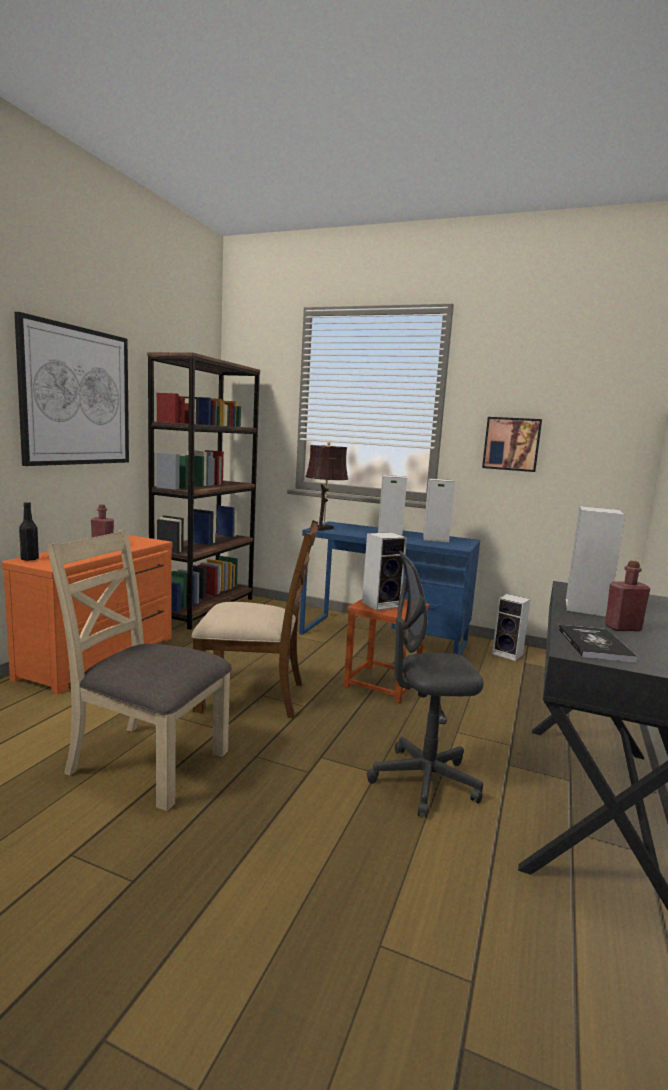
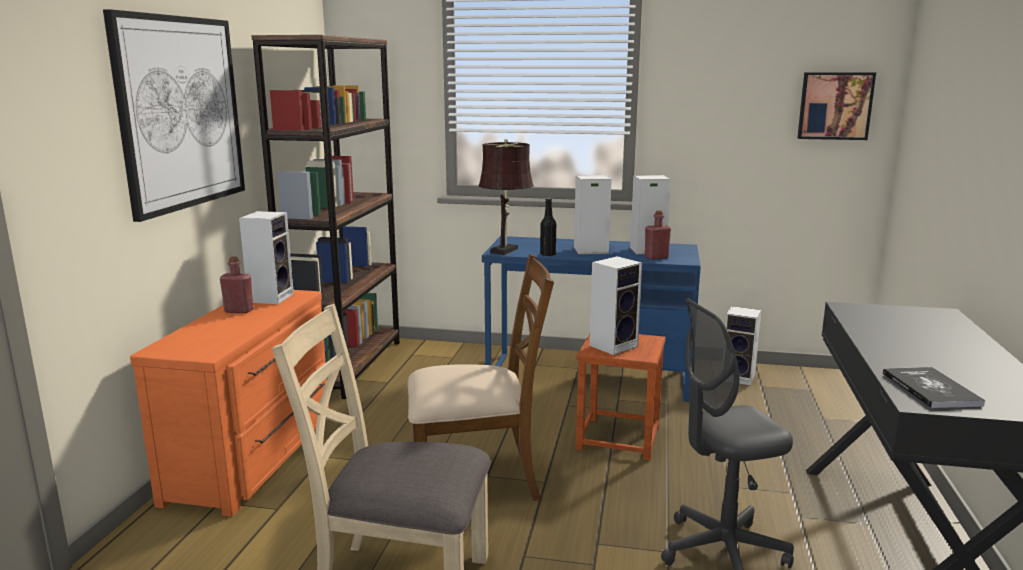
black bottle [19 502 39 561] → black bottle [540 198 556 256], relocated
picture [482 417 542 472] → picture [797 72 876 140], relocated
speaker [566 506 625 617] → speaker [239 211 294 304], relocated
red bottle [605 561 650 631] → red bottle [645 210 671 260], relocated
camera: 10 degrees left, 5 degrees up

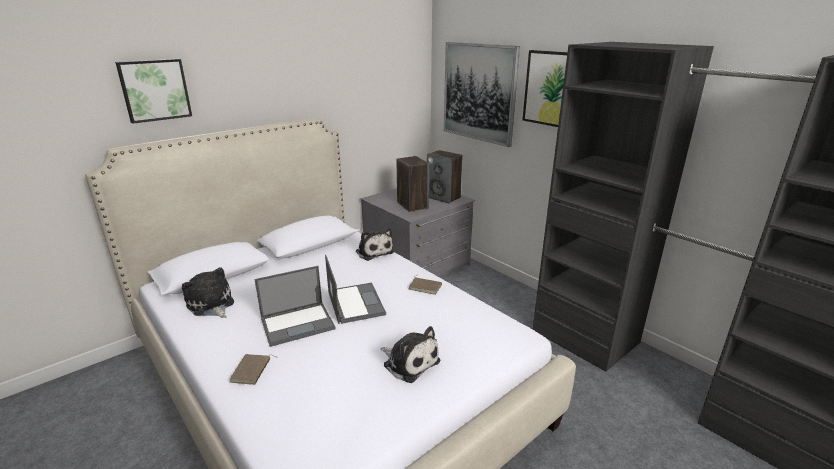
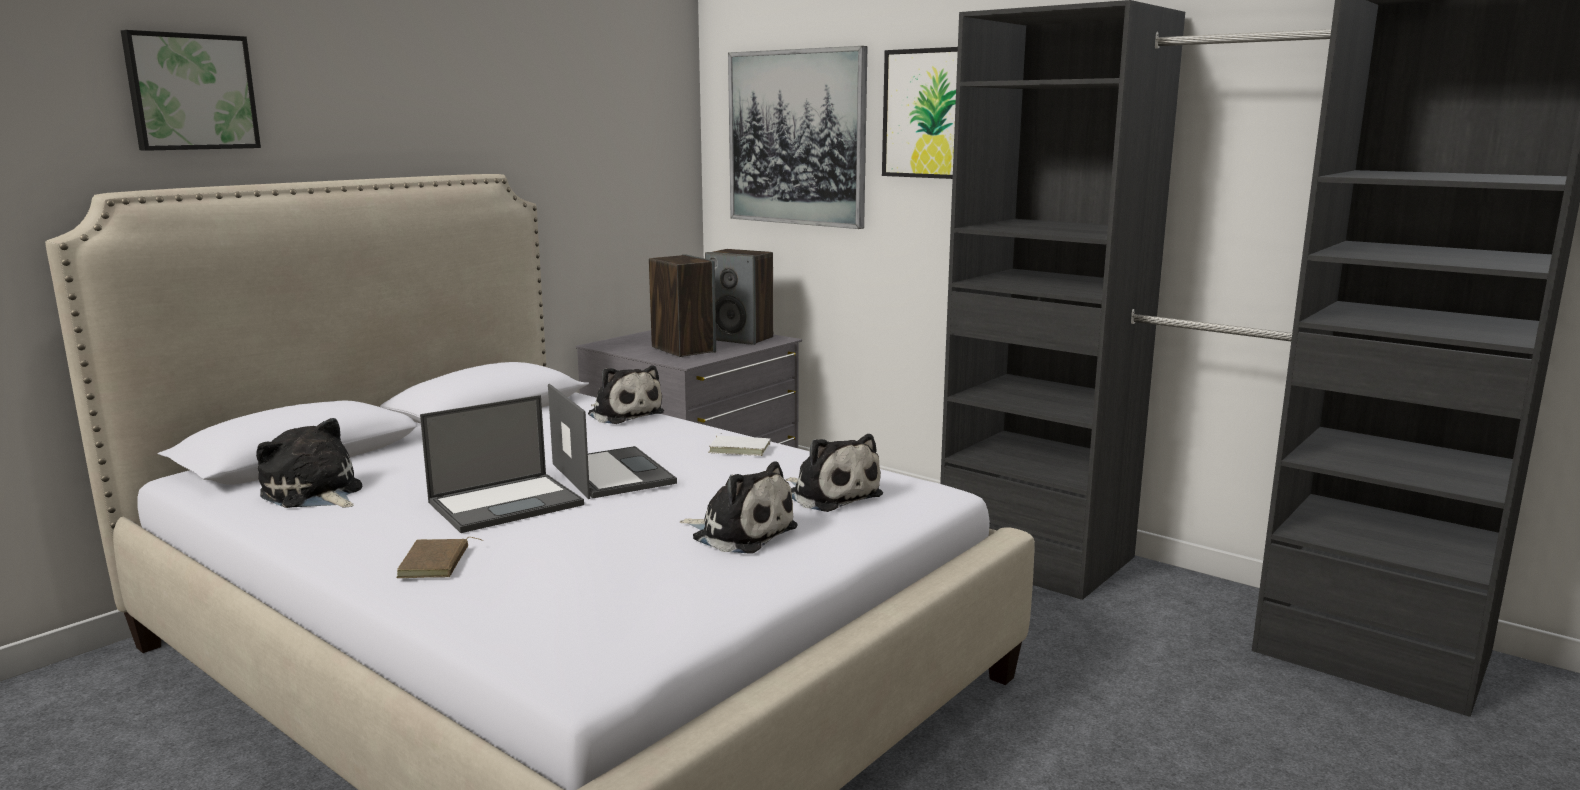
- → plush toy [786 434 883 512]
brown book [409 275 442 295] → white book [709 433 770 456]
camera: 10 degrees left, 10 degrees down

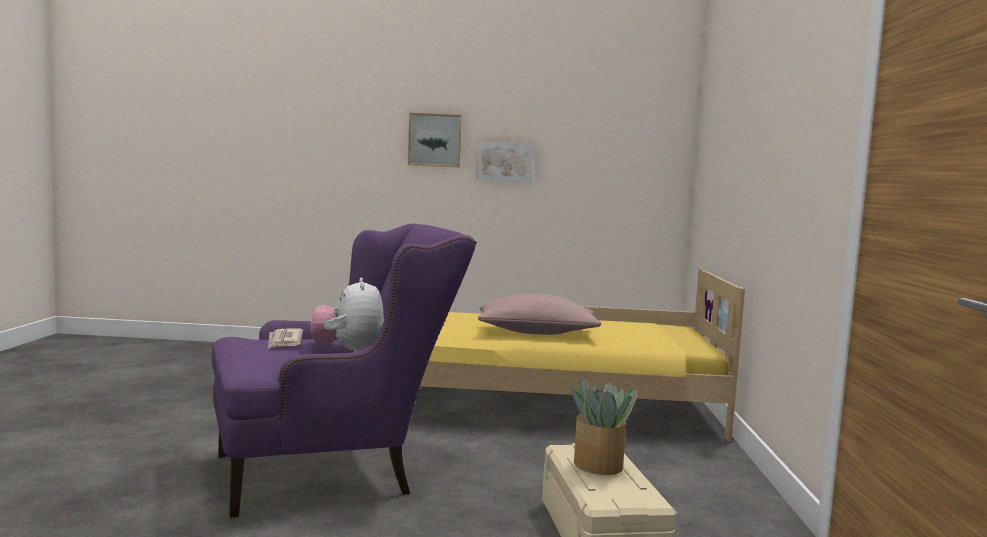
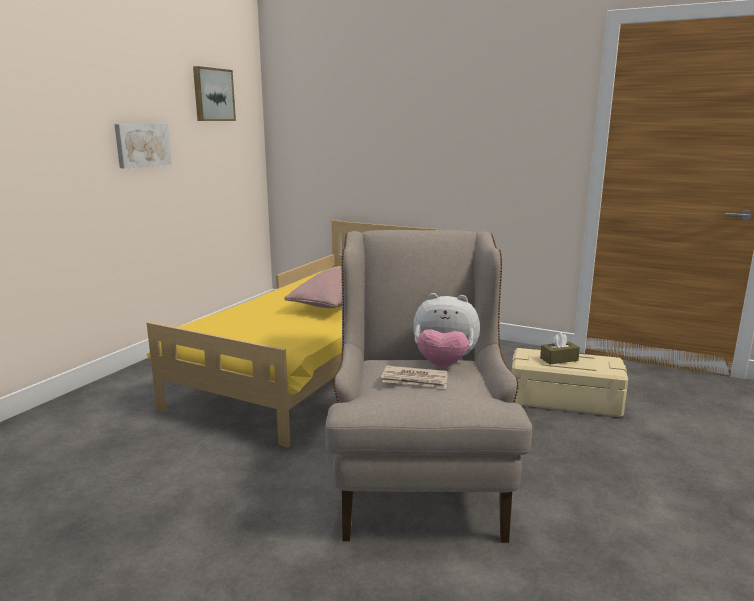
picture [408 113 462 167] → picture [193 66 236 121], relocated
potted plant [571 378 637 475] → brown tissue box [540 332 580 364]
purple armchair [212 224 477 518] → beige armchair [325 230 532 543]
camera: 65 degrees left, 10 degrees up

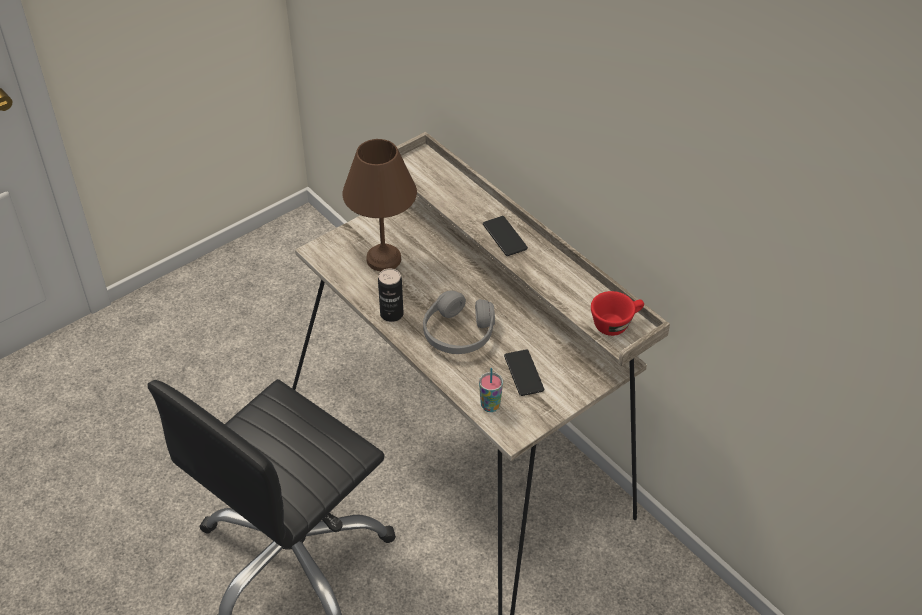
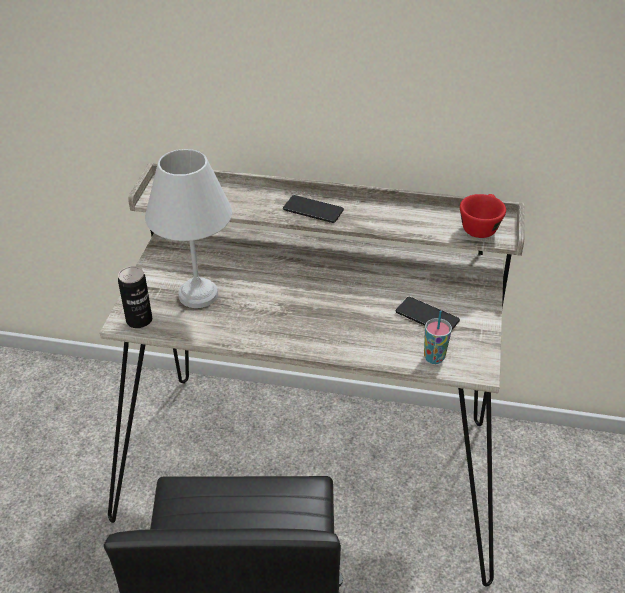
grey headphones [423 290 495 354] → -
can [378 268 403 322] → can [118 266 152 328], relocated
brown table lamp [343 139 417 271] → white table lamp [145 149 232 308]
camera: 40 degrees left, 5 degrees down

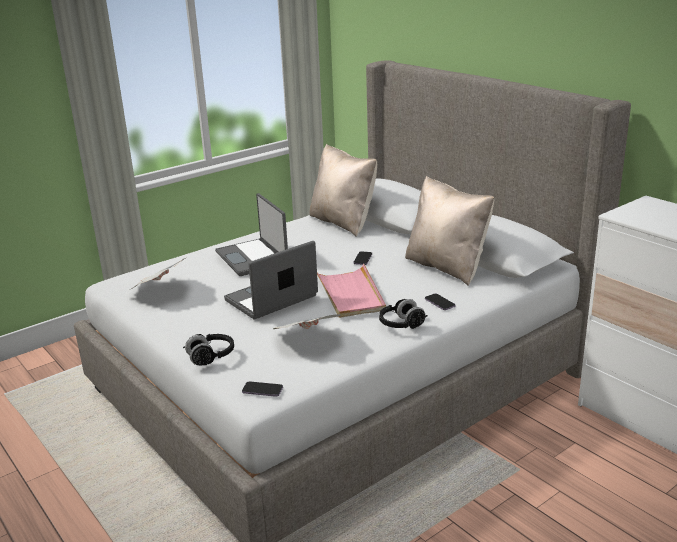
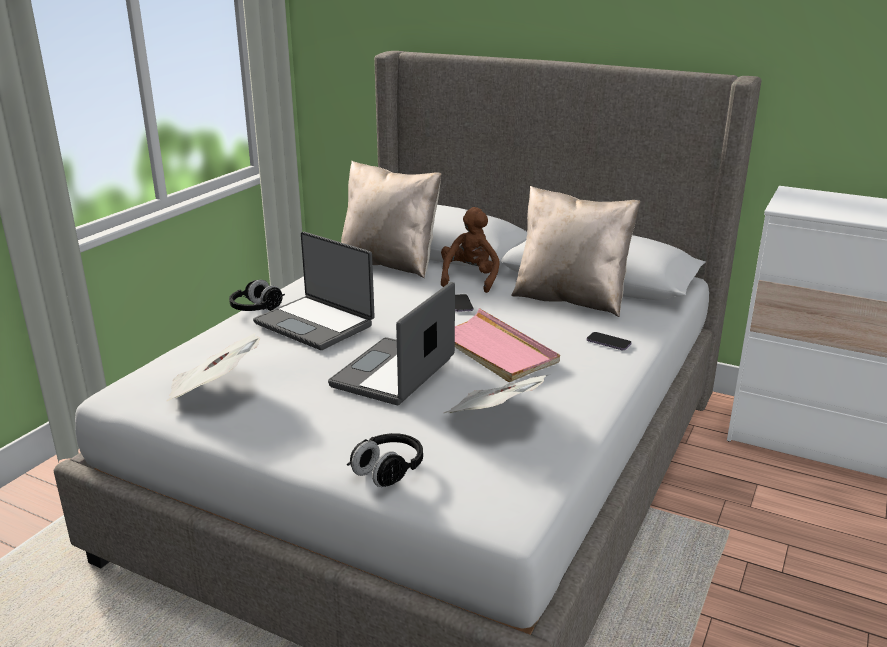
phone [242 381 283 397] → -
- → brown plush toy [441 207 500 293]
black headphones [379 299 428 329] → black headphones [229 280 285 311], relocated
camera: 25 degrees left, 0 degrees up

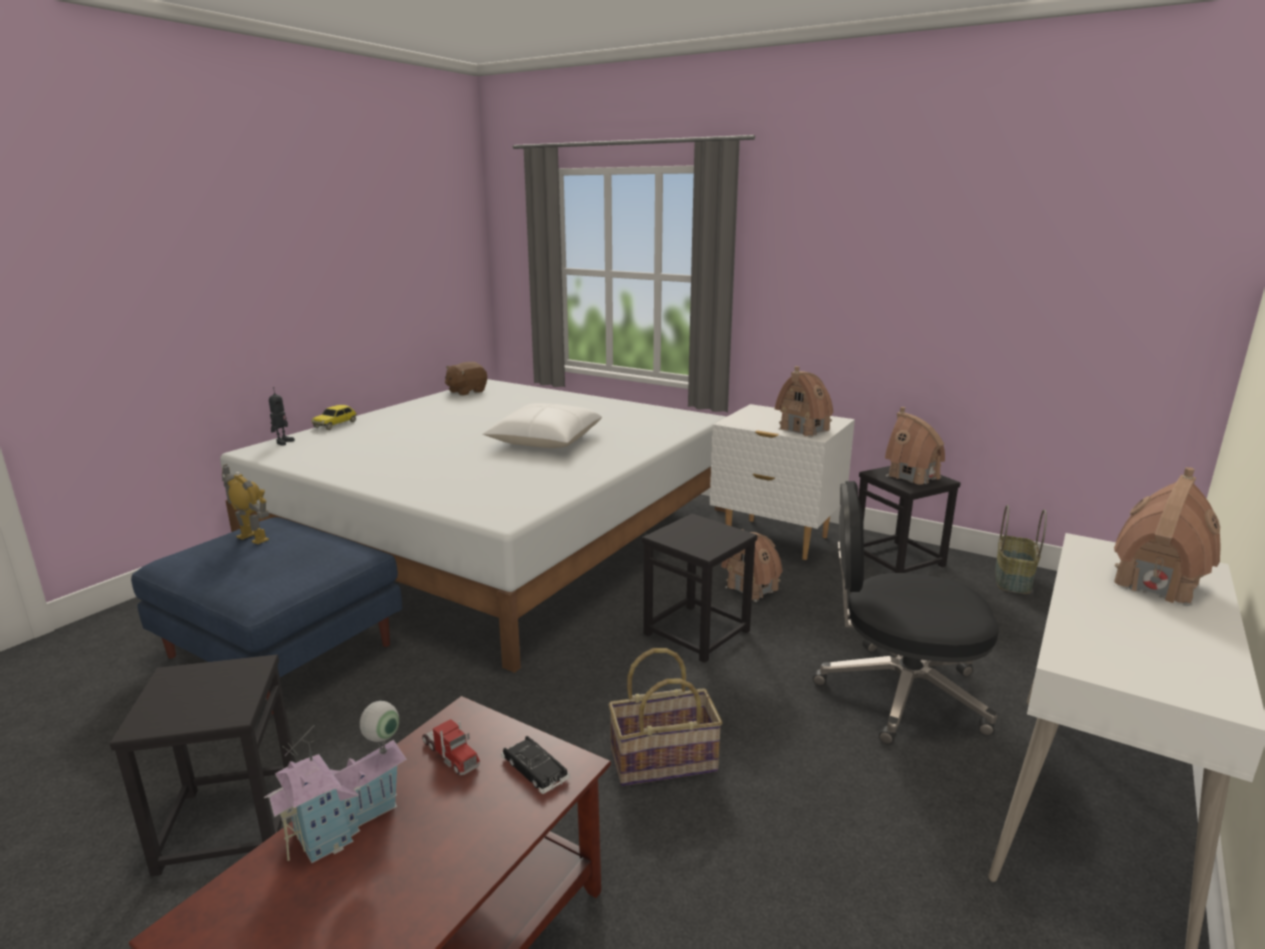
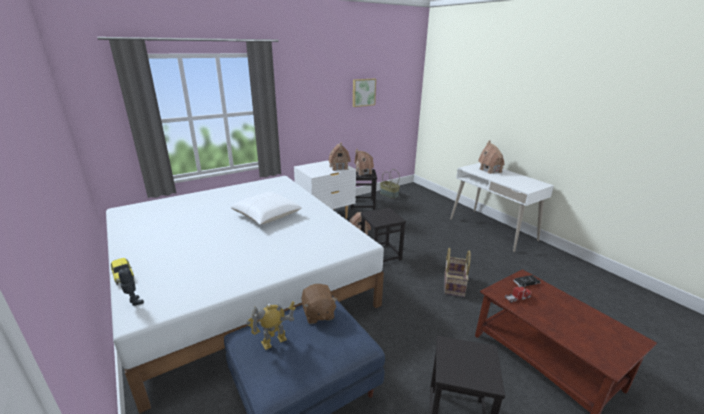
toy house [264 701 407 863] → -
black office chair [813 481 999 744] → -
- → picture [353 78 376 107]
brown plush toy [445 362 487 396] → brown plush toy [301 284 338 324], relocated
camera: 65 degrees left, 5 degrees up

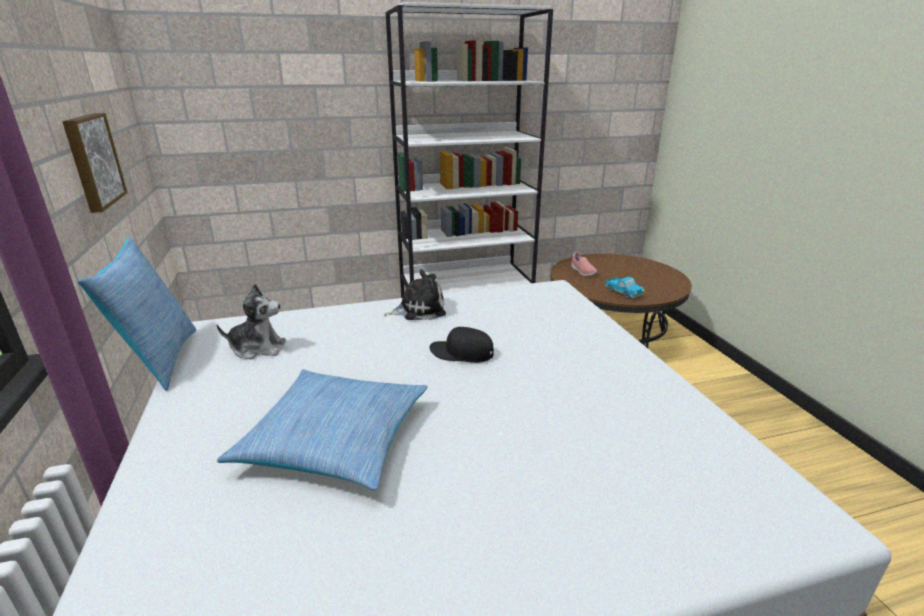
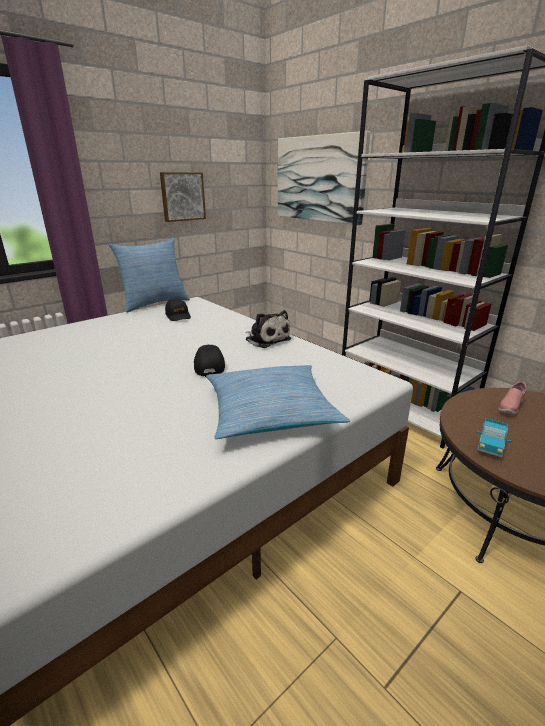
- → picture [278 131 370 225]
pillow [217 369 428 490] → pillow [206 365 350 439], relocated
plush toy [216 284 286 359] → black cap [165 298 191 321]
camera: 65 degrees right, 0 degrees up

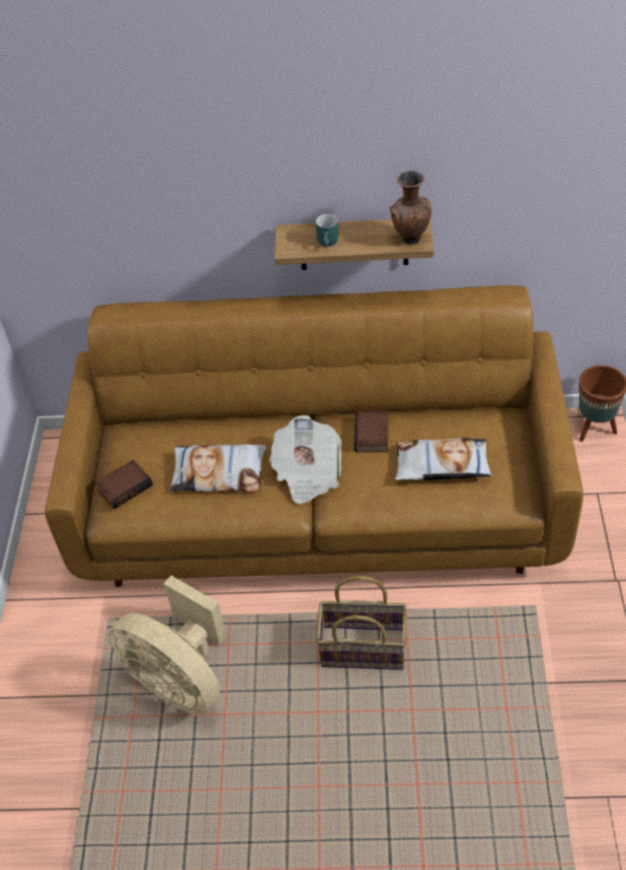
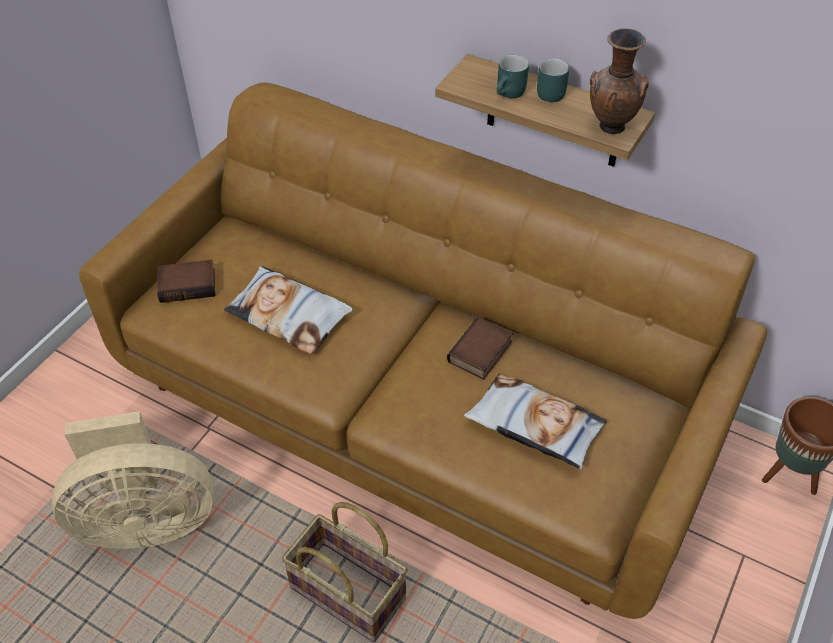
newspaper [269 415 342 504] → -
- → turquoise mug [537 59 569 102]
beige fan [109 576 226 715] → beige fan [52 411 214 549], 75 degrees counterclockwise
camera: 25 degrees right, 0 degrees up

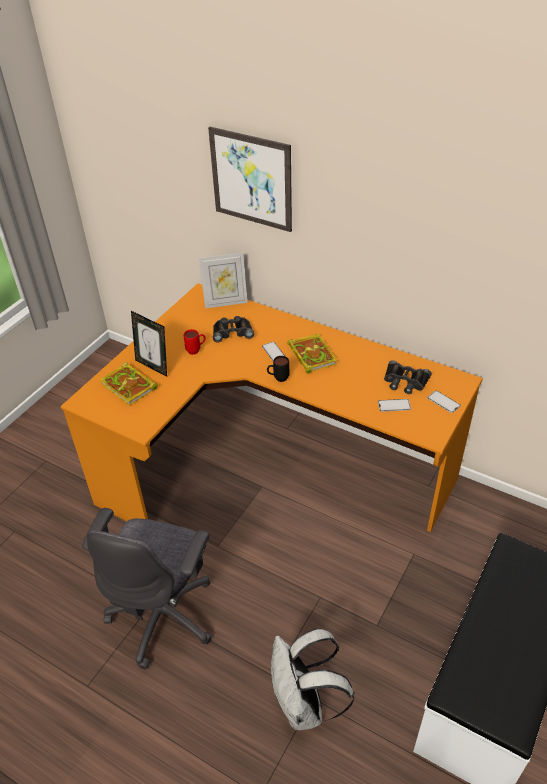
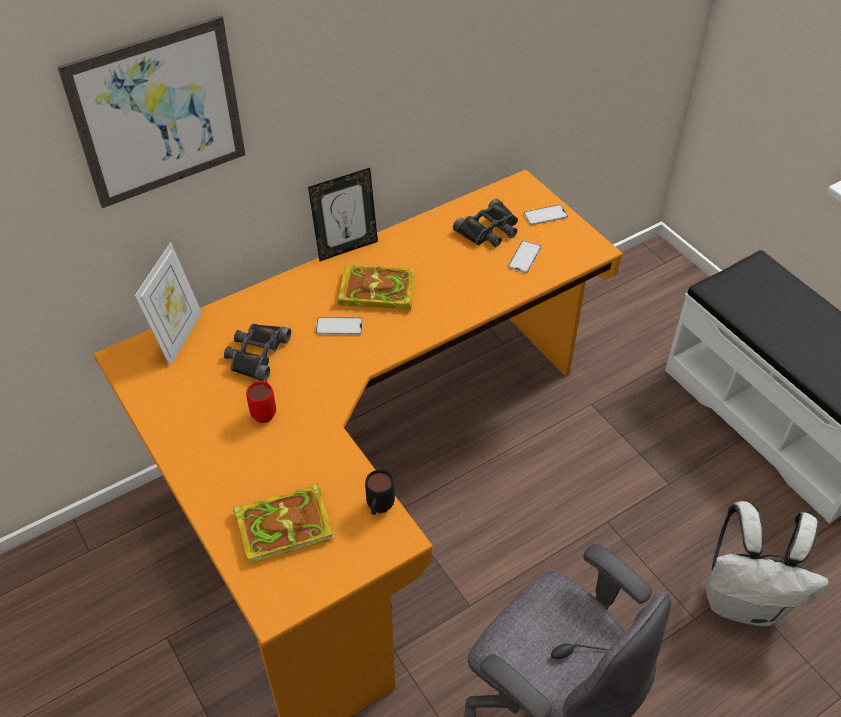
picture frame [131 311 167 377] → picture frame [308 168 378 261], relocated
black mug [267 356 289 382] → black mug [365 470 395 515], relocated
camera: 65 degrees left, 5 degrees up

